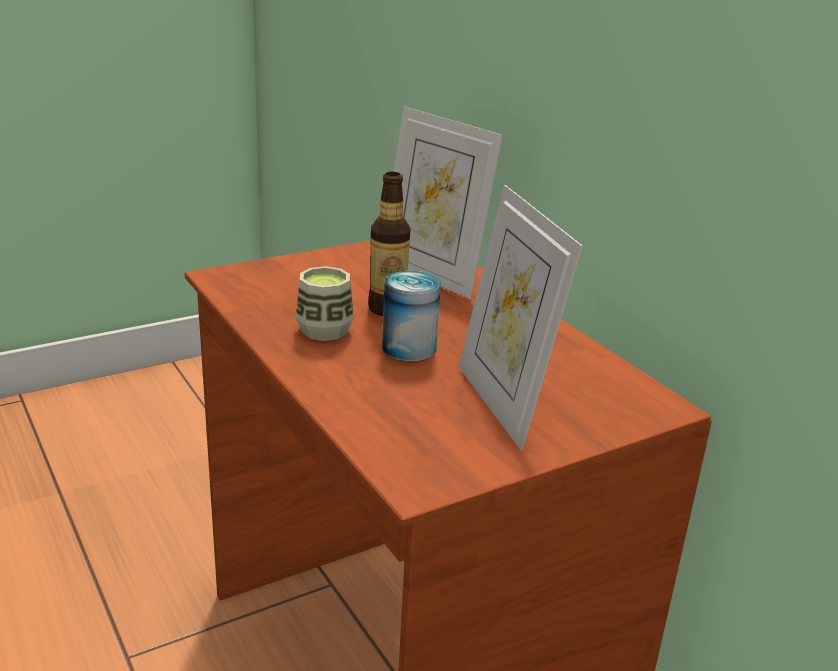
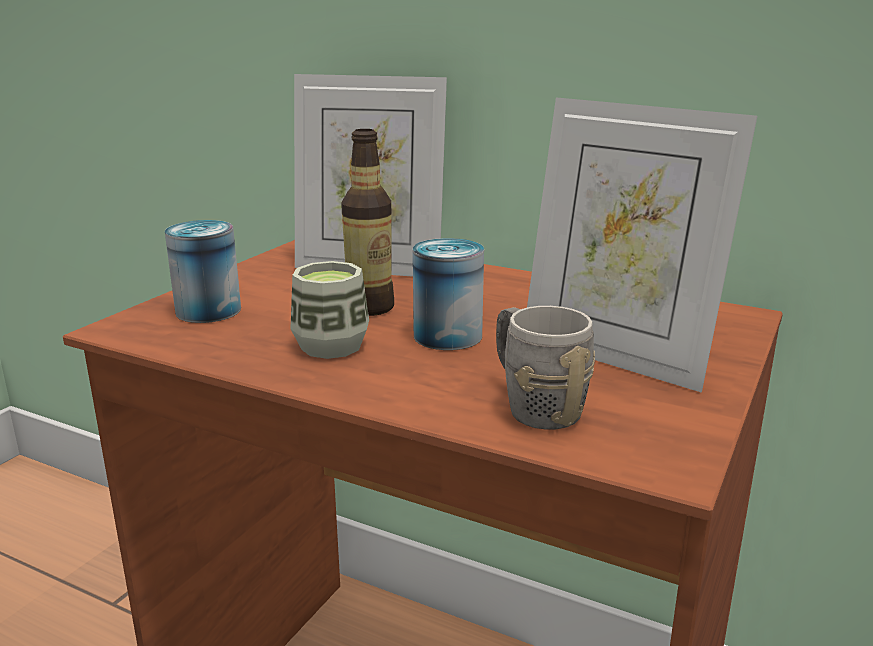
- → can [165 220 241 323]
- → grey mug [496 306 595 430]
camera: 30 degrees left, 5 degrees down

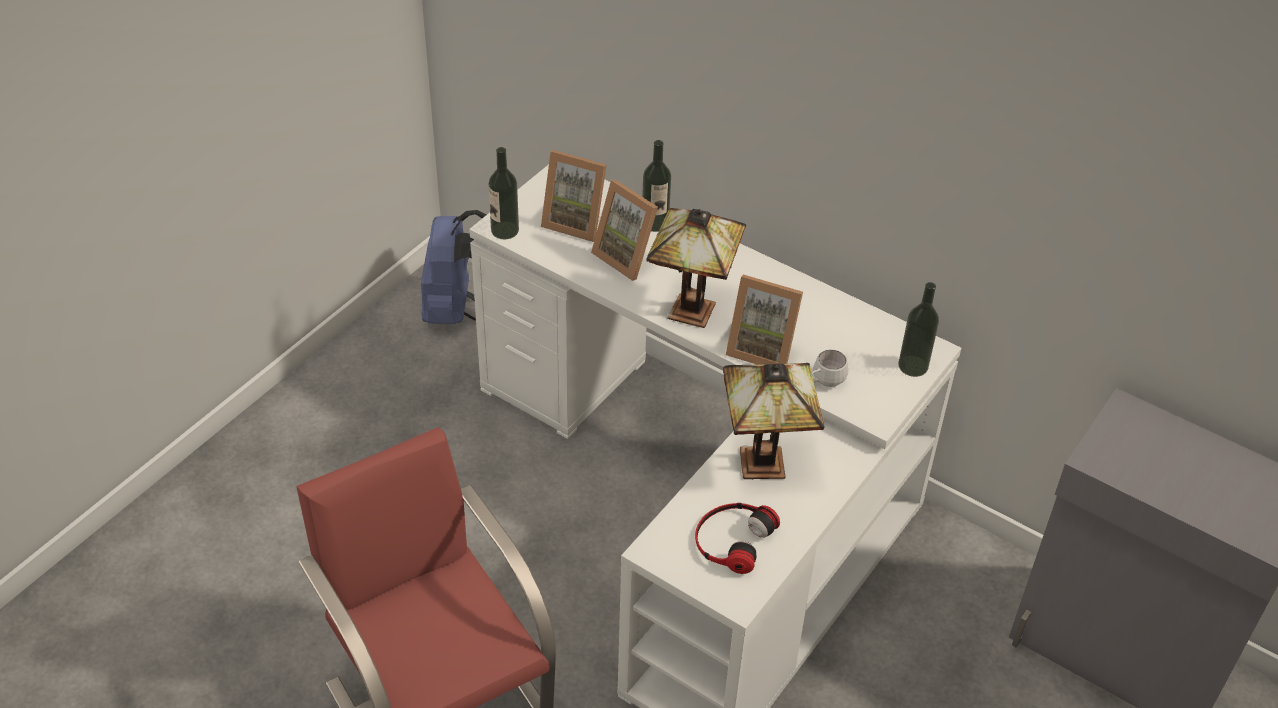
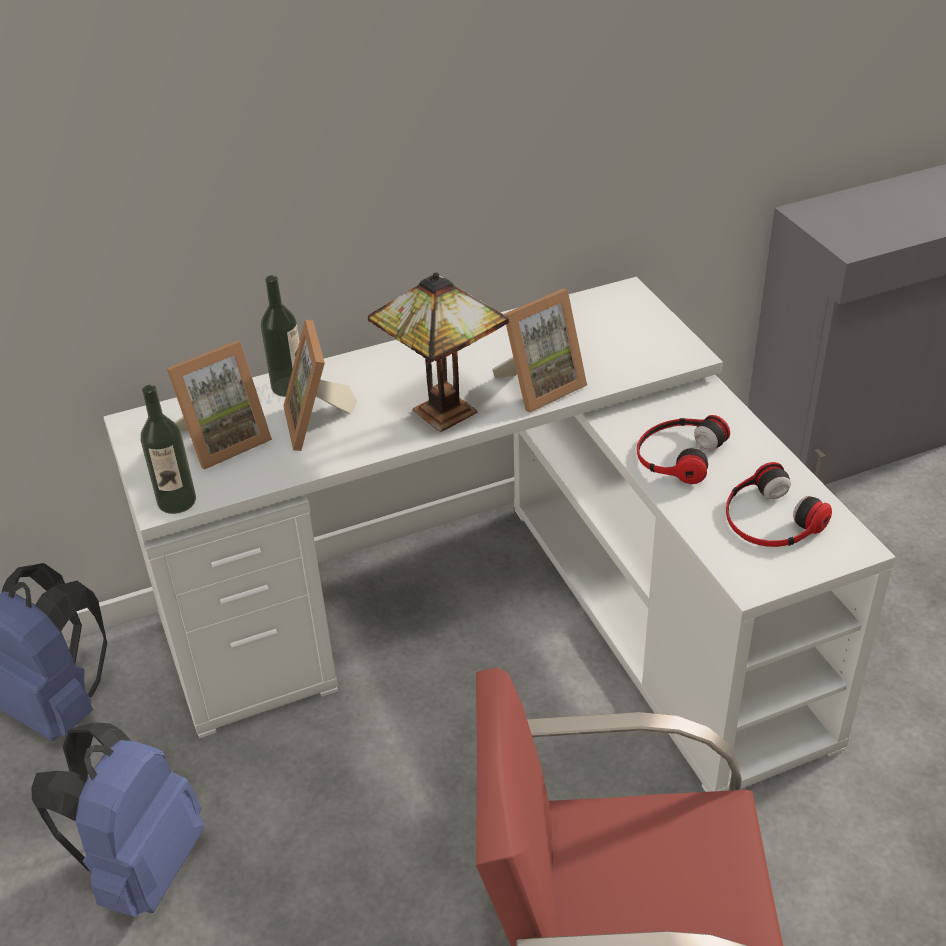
white mug [812 350 848 387] → -
bottle [898 282 939 377] → -
- → blue backpack [32 722 204 918]
table lamp [723 363 824 480] → headphones [637 415 730 484]
picture frame [591 180 658 281] → picture frame [284 320 357 451], 90 degrees clockwise
camera: 55 degrees left, 5 degrees down

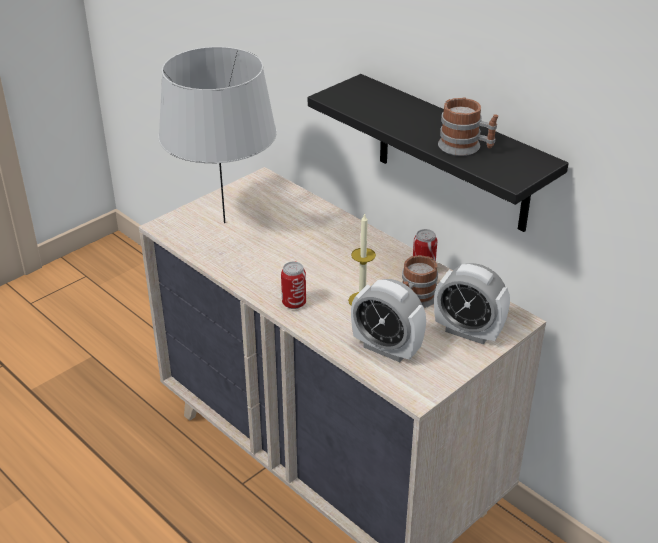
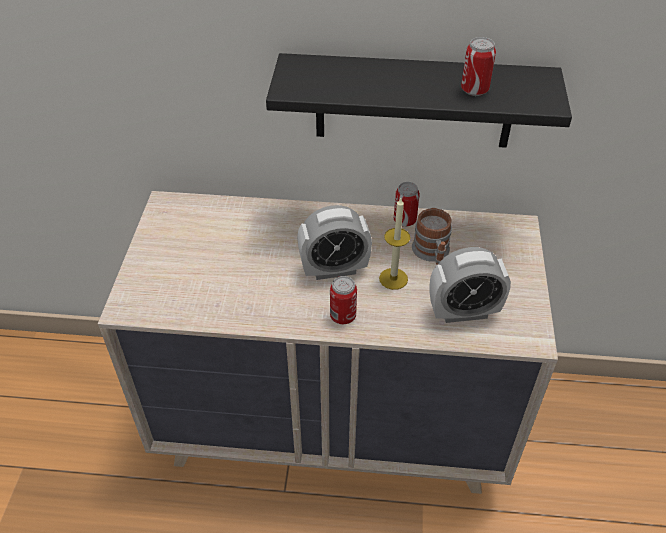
grey table lamp [158 47 277 223] → -
alarm clock [434 263 510 345] → alarm clock [297 205 372 280], relocated
mug [438 97 498 156] → can [461 37 496 96]
camera: 40 degrees left, 10 degrees up

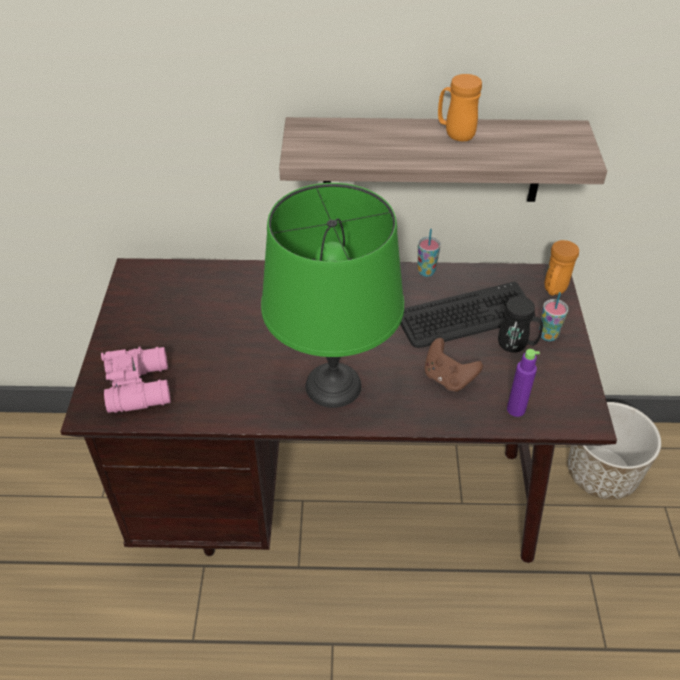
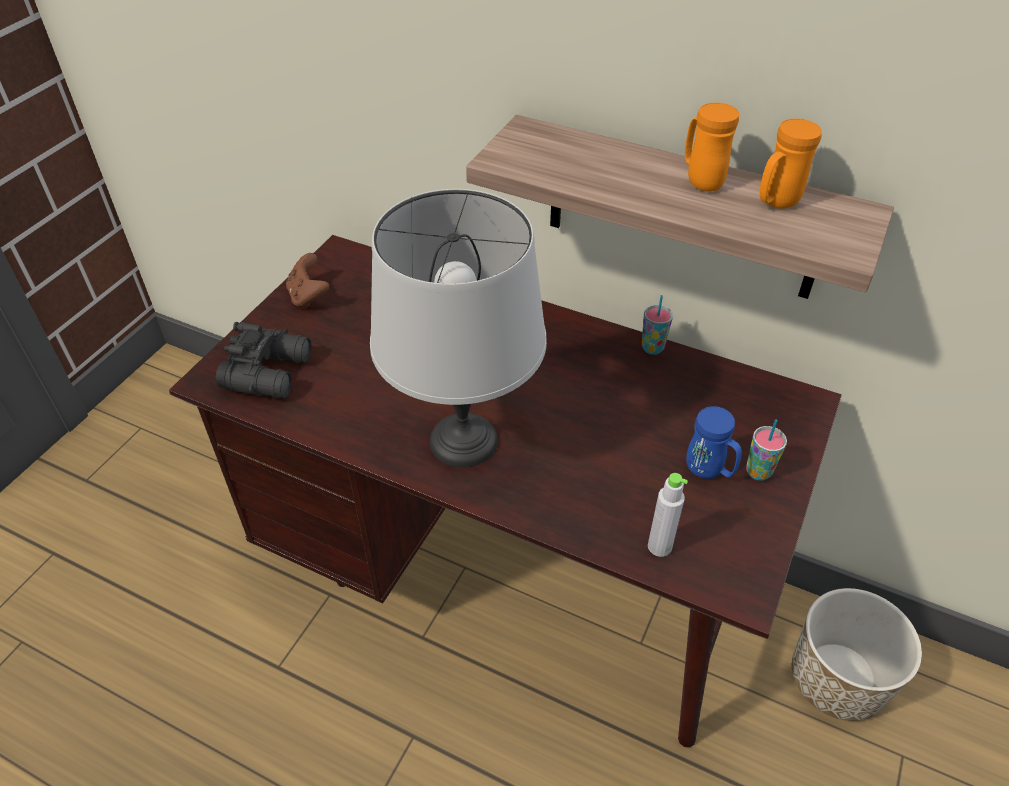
keyboard [400 282 535 348] → -
brown game controller [425 338 483 392] → brown game controller [286 253 329 309], relocated
orange mug [544 240 579 296] → orange mug [760 119 822 209], relocated
pink binoculars [101 347 170 413] → black binoculars [216 322 312 399]
green table lamp [261 183 404 408] → grey table lamp [370 189 547 468]
black mug [498 296 543 353] → blue mug [686 406 742 479]
purple bottle [507 349 540 417] → grey bottle [648 473 688 557]
camera: 25 degrees right, 0 degrees up

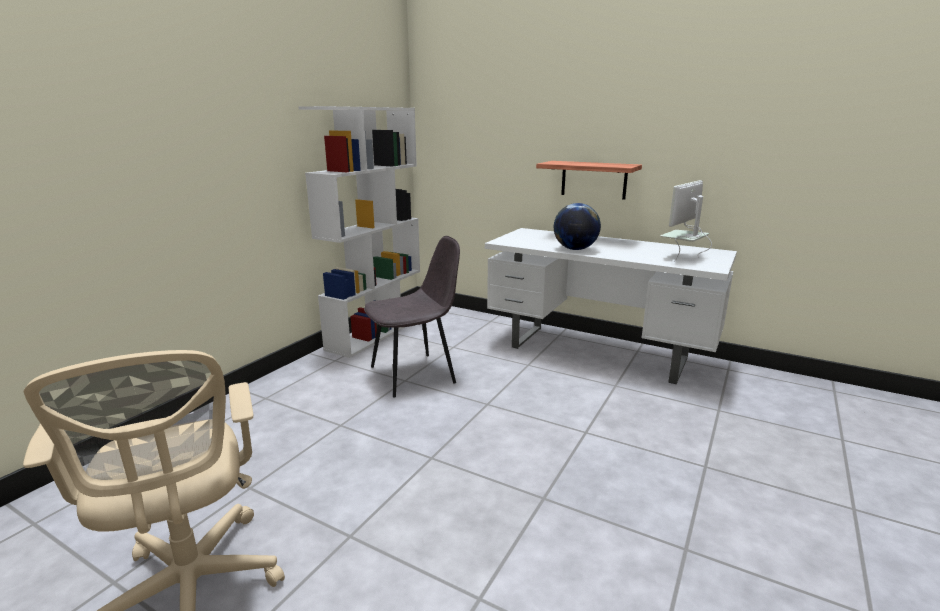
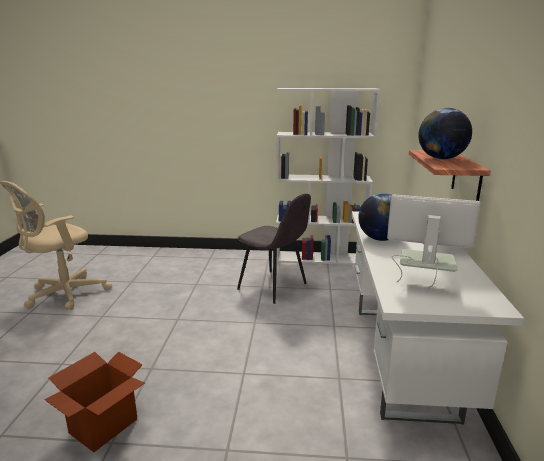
- → cardboard box [44 352 145 452]
- → globe [418 108 472 159]
camera: 65 degrees right, 0 degrees up

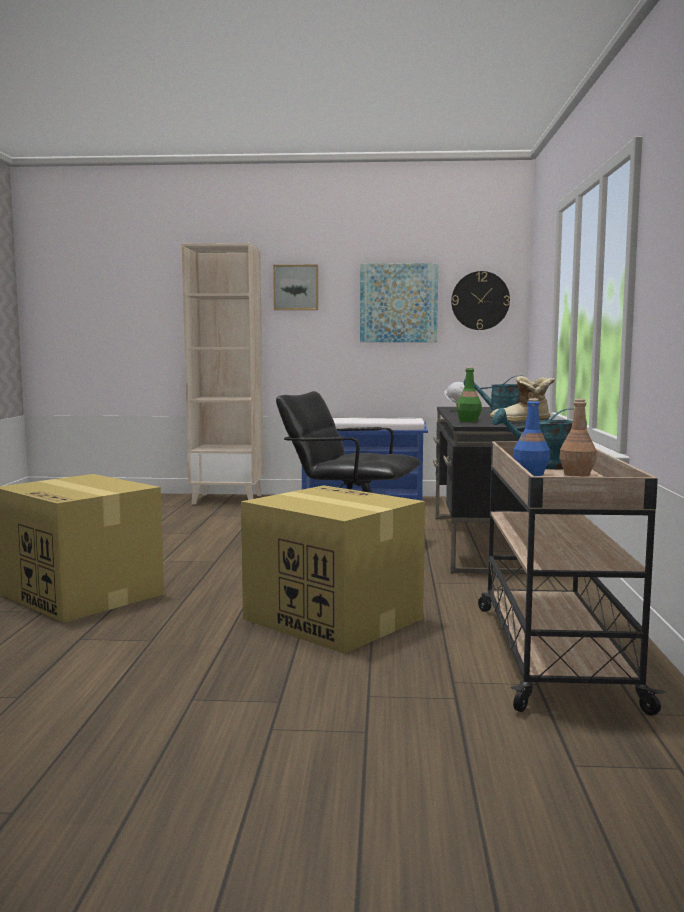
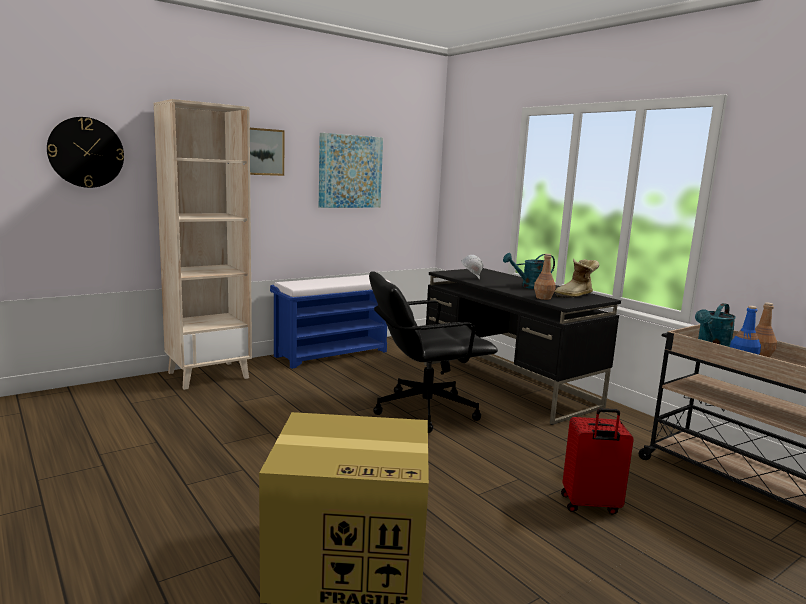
wall clock [451 271 510 330] → wall clock [47 117 124 188], relocated
cardboard box [241 485 425 654] → red suitcase [561 408 634 515]
green bottle [456 367 482 422] → brown bottle [534 254 556 300]
camera: 40 degrees left, 5 degrees up

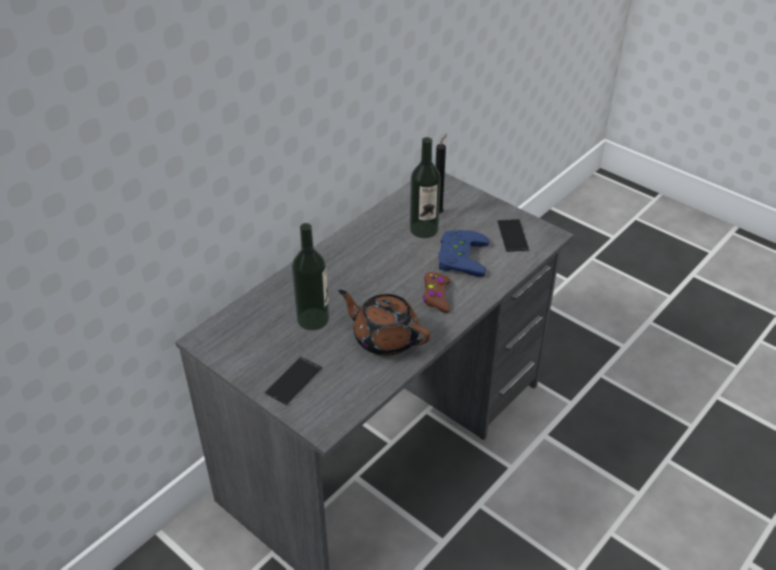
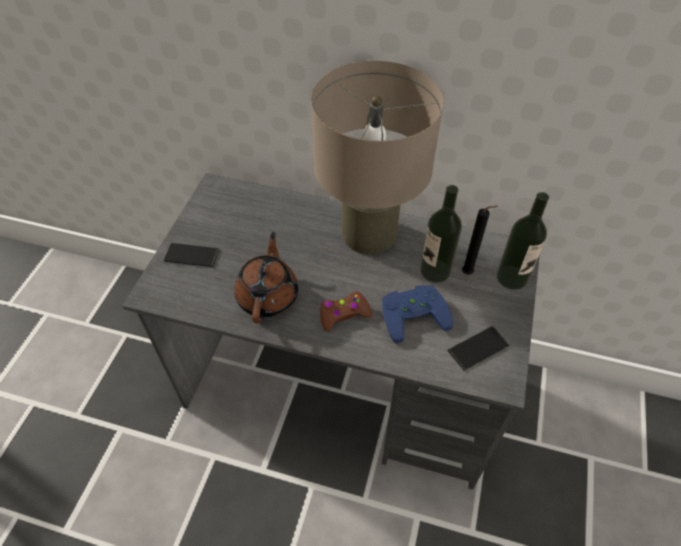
- → beige table lamp [311 61 444 255]
bottle [292 223 329 330] → bottle [497 192 549 290], relocated
camera: 65 degrees right, 10 degrees up

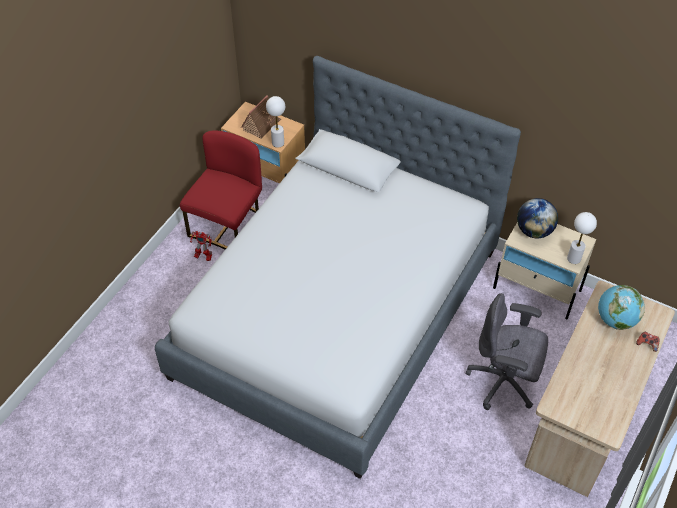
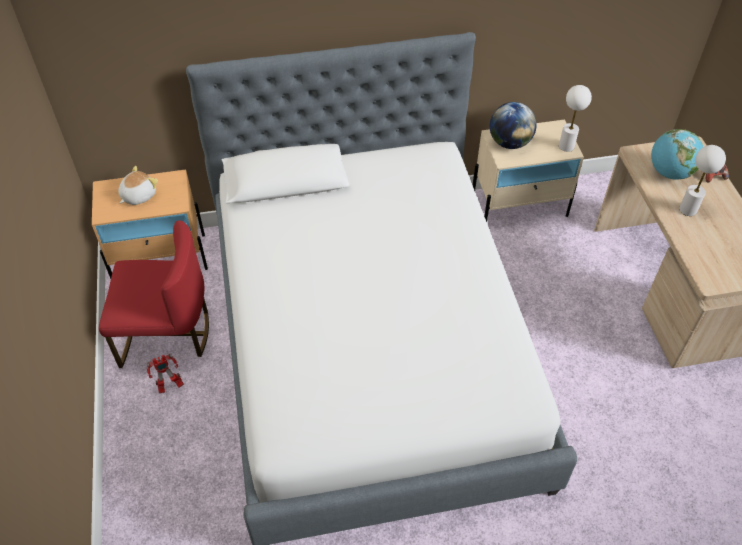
grey office chair [466 293 548 410] → -
white table lamp [266 96 285 148] → white table lamp [679 145 726 216], relocated
toy house [241 95 281 139] → plush toy [118 166 158 205]
red chair [180 130 262 249] → red chair [99 220 209 368], 105 degrees clockwise
camera: 40 degrees left, 0 degrees up

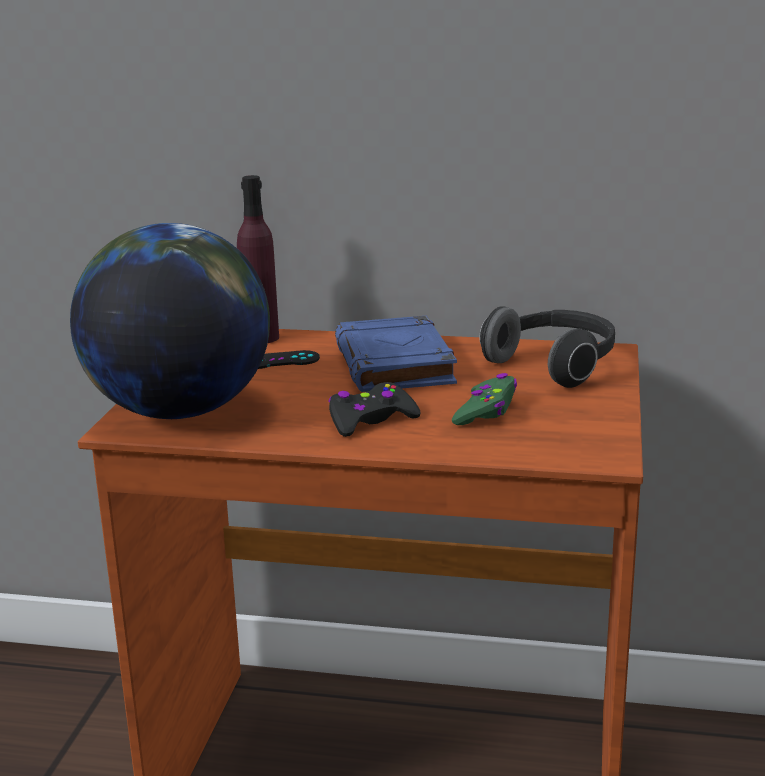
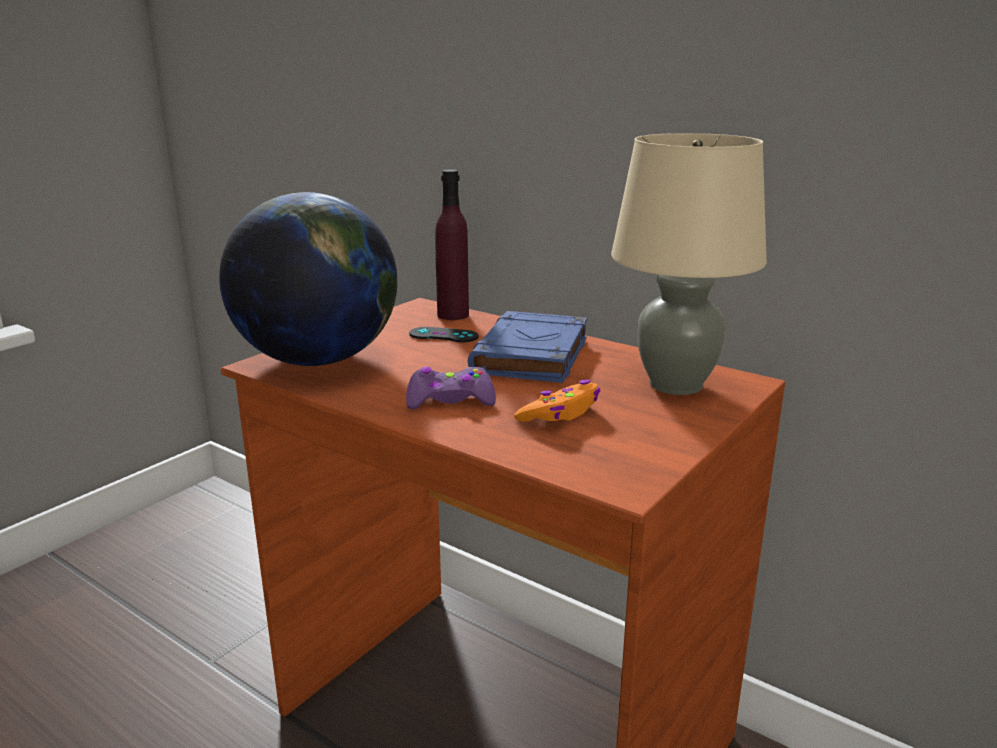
headphones [480 306 615 388] → beige table lamp [611 133 767 395]
black game controller [328 382 421 437] → purple game controller [406 367 496 409]
green game controller [452 373 517 425] → orange game controller [514 379 600 422]
camera: 25 degrees right, 0 degrees up

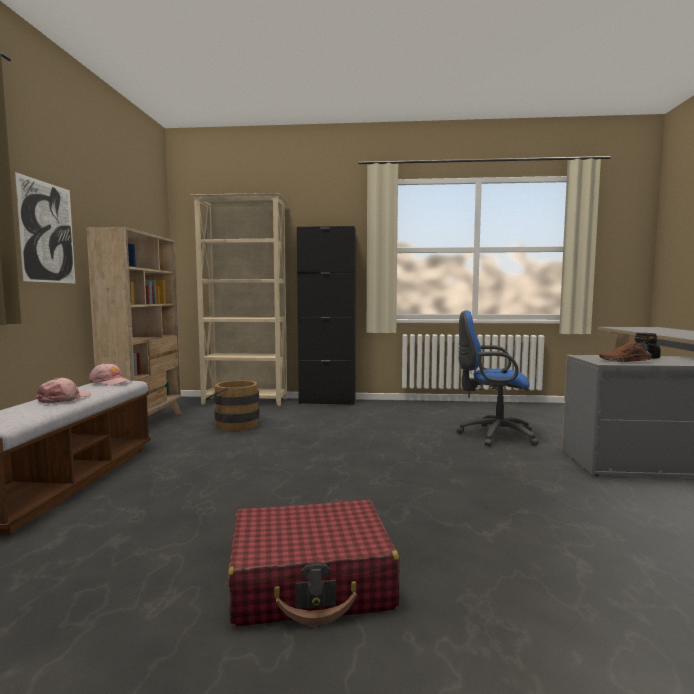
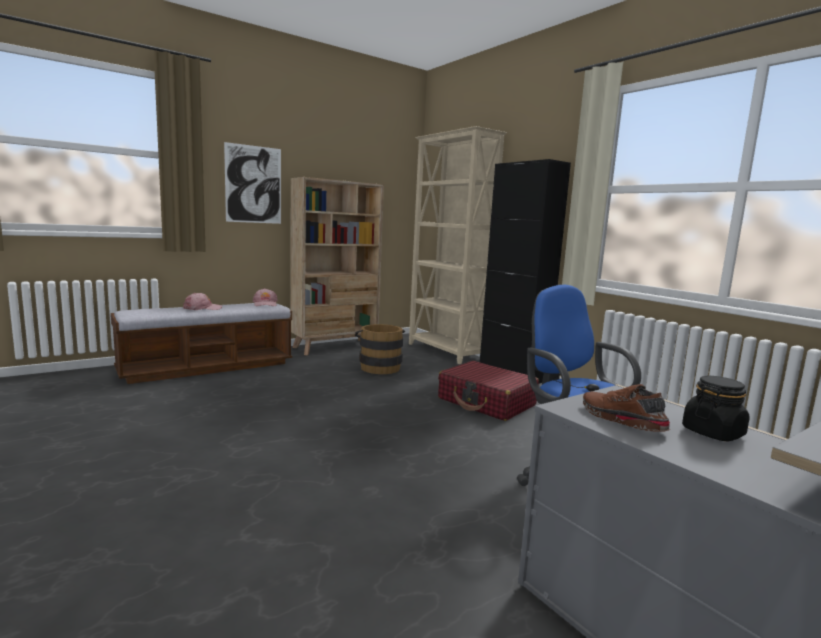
red suitcase [228 500 399 626] → red suitcase [438 361 539 421], relocated
camera: 50 degrees right, 5 degrees up

